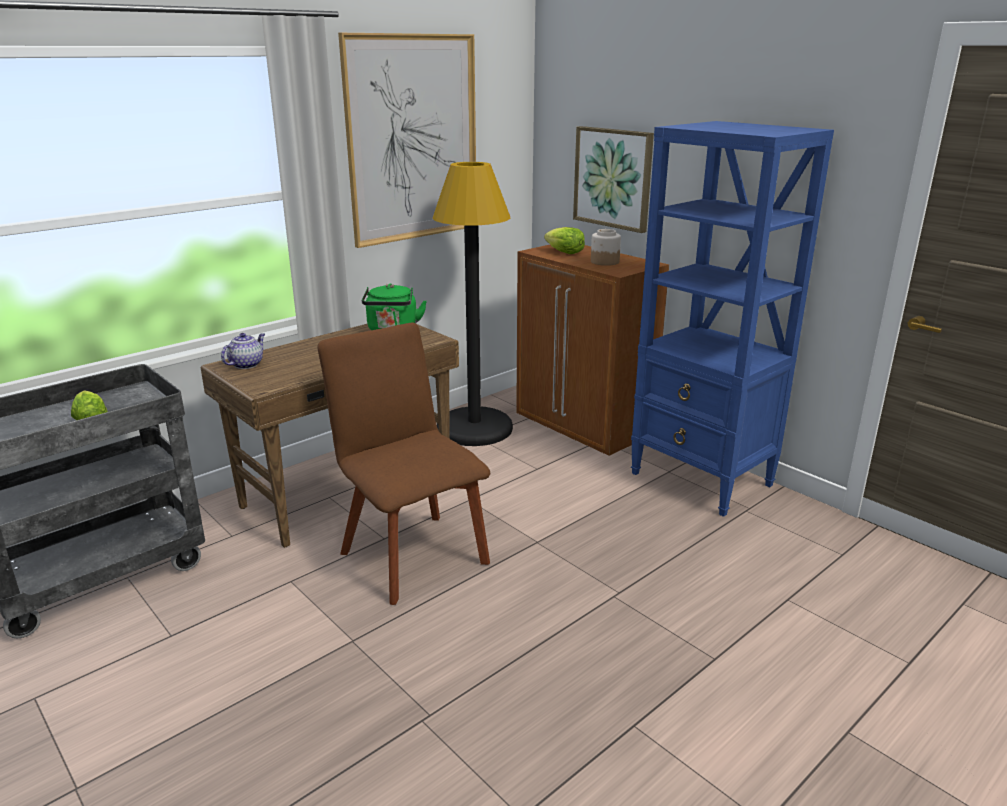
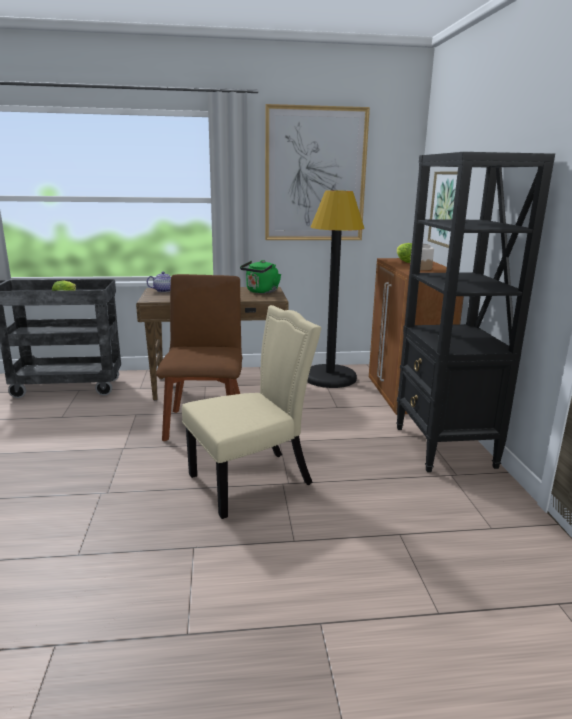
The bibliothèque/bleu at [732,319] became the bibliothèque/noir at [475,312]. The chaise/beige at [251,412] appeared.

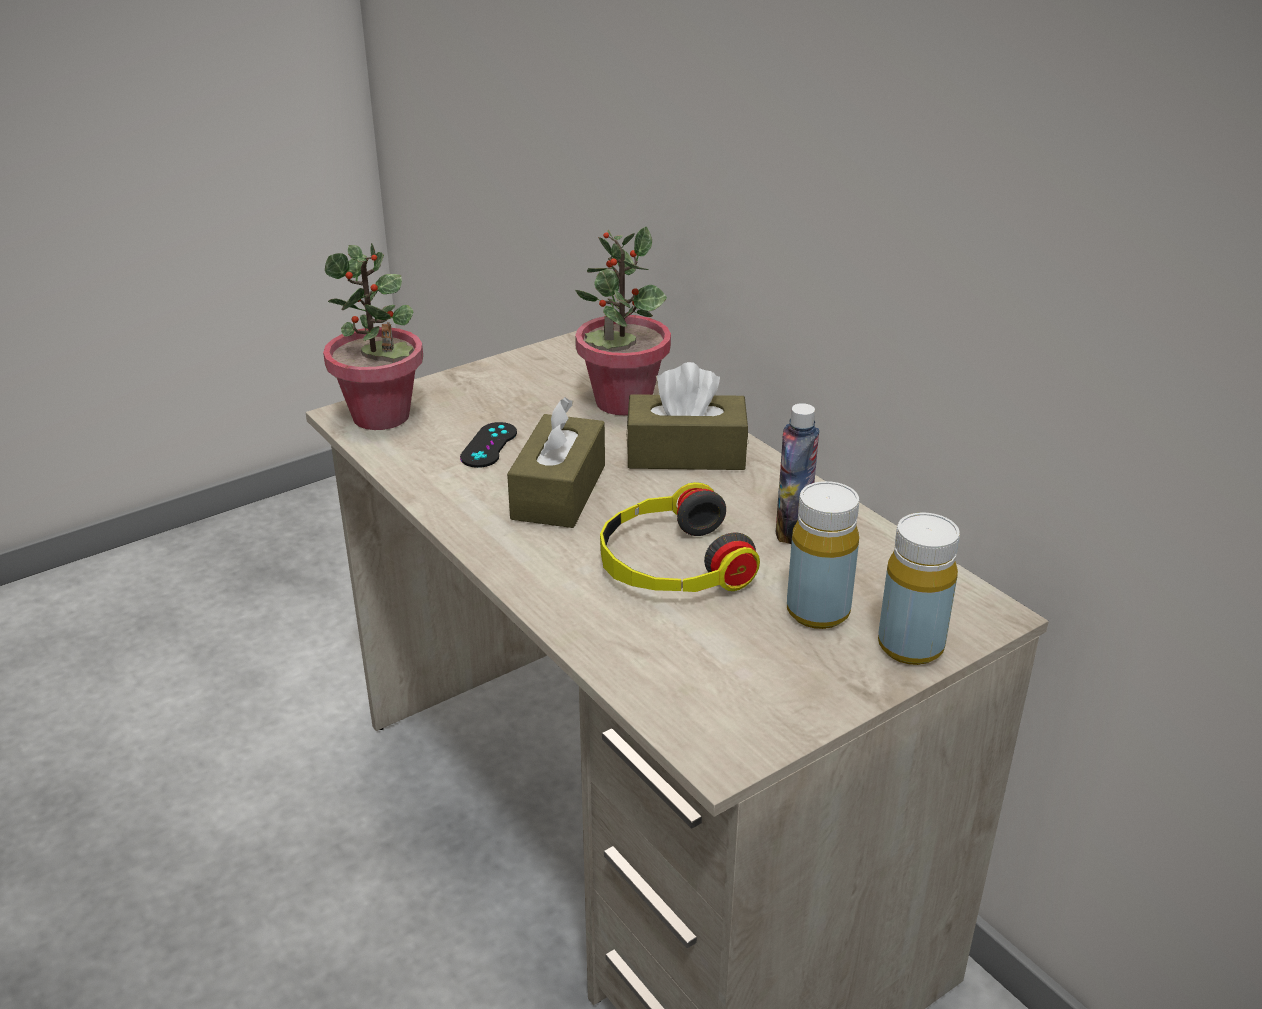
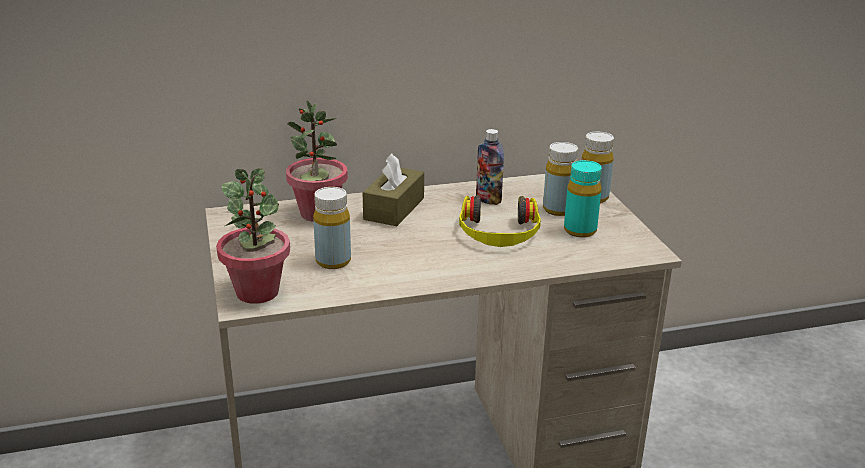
The manette/noir at [488,445] was replaced by the bouteille/jaune at [332,228]. The boîte à mouchoirs/marron at [556,462] disappeared. The bouteille/turquoise at [583,199] appeared.

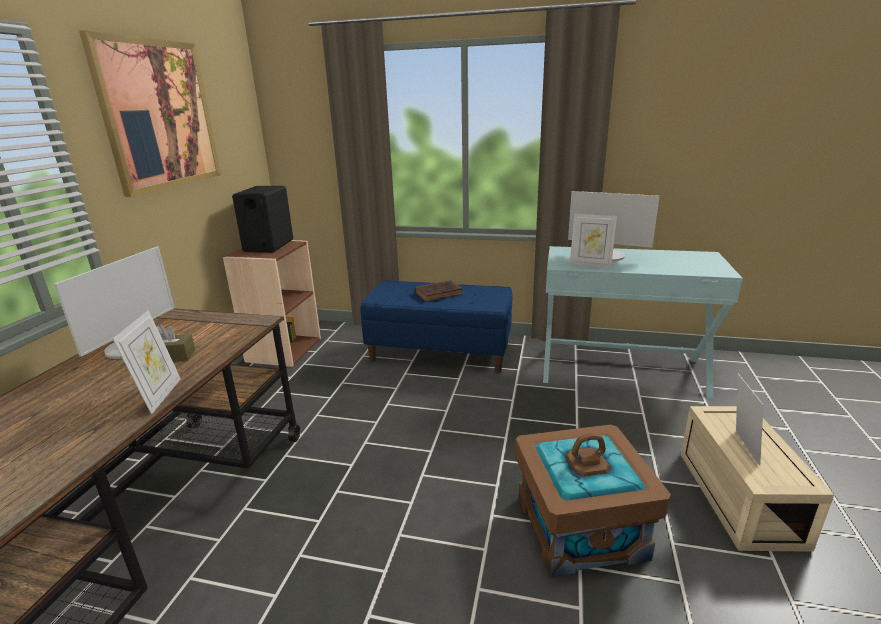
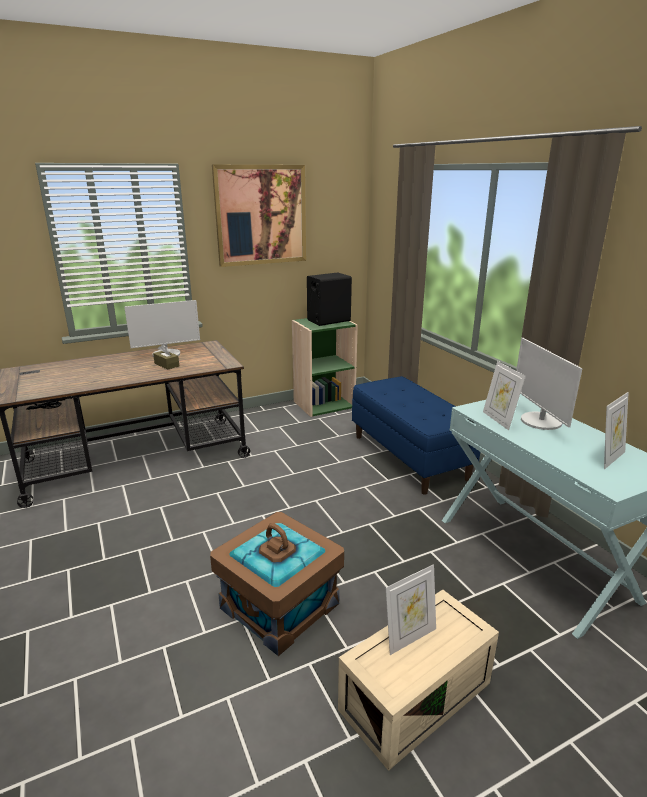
The cadre photo moved from [147,362] to [616,430]. The bibliothèque/marron at [272,303] became the bibliothèque/vert at [325,367]. The livre/marron at [439,291] disappeared.

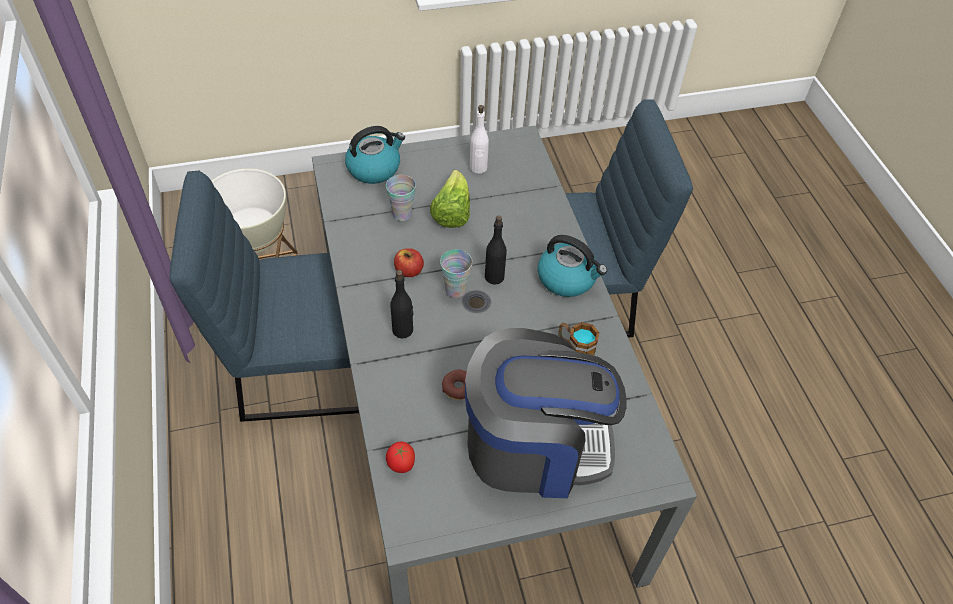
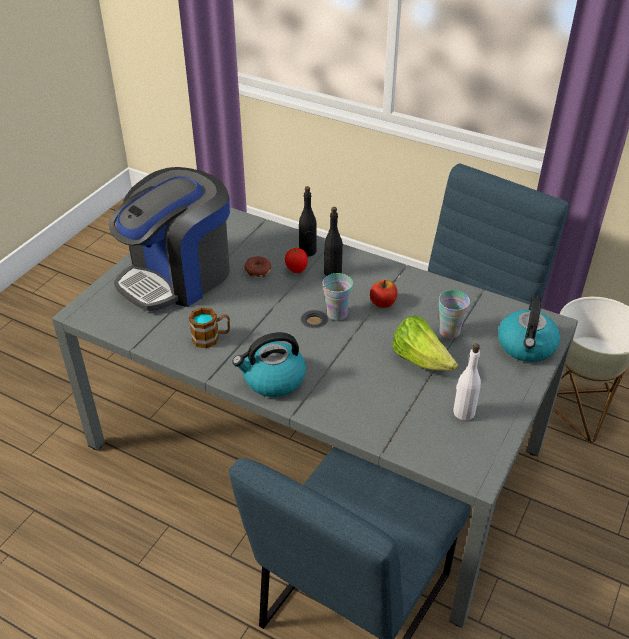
The tomate moved from [400,457] to [296,260]. The bouteille/noir moved from [496,250] to [308,221].

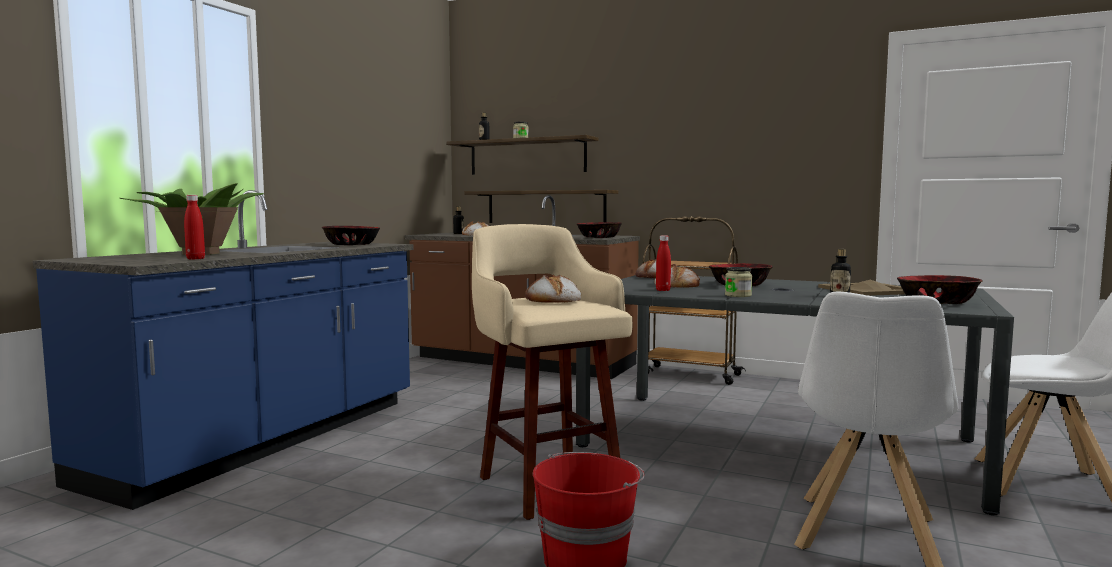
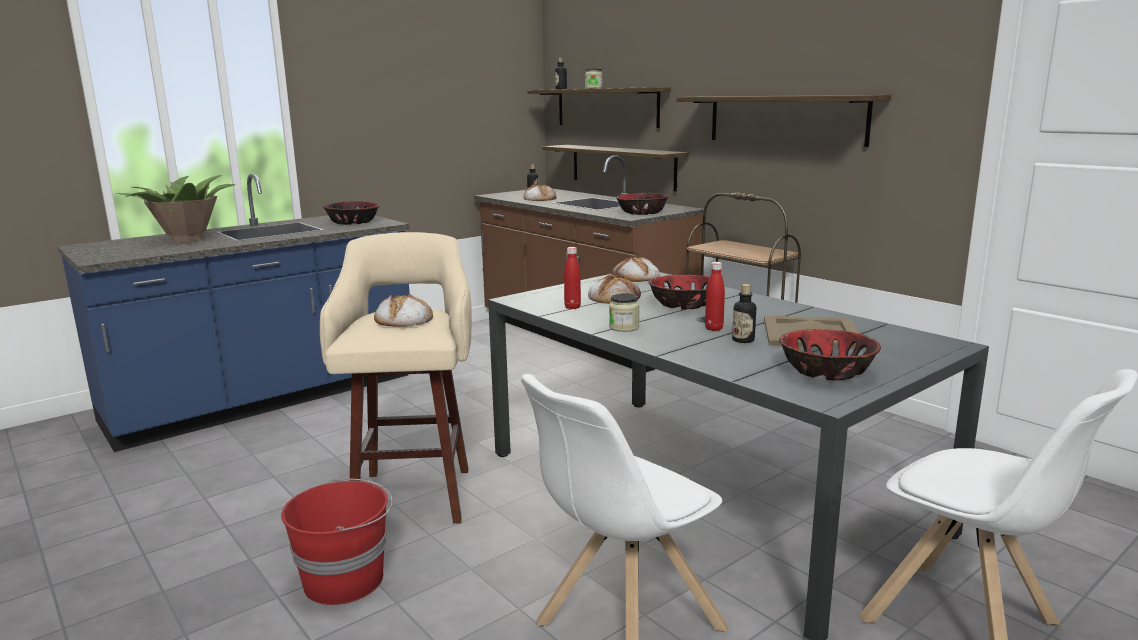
The bouteille/rouge moved from [194,227] to [715,296]. The étagère at [783,121] appeared.

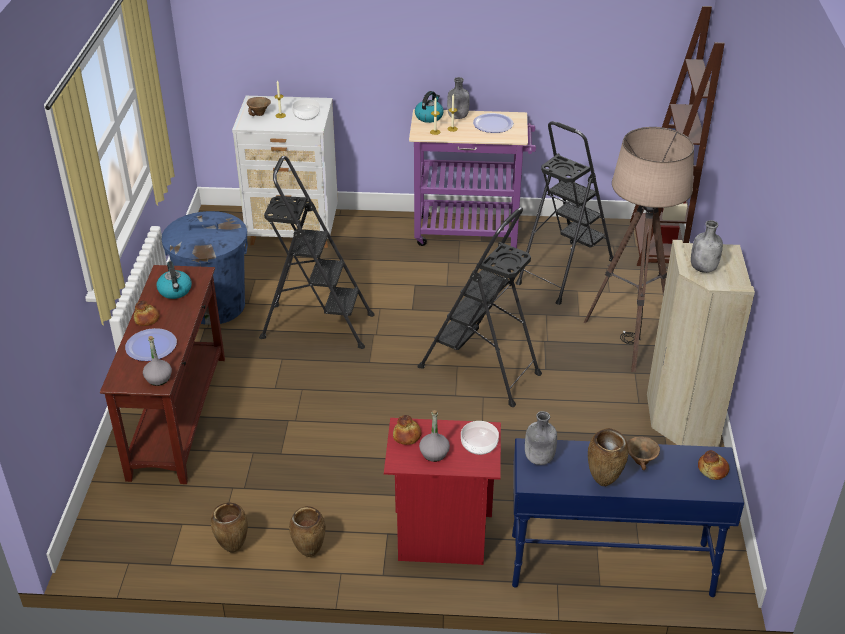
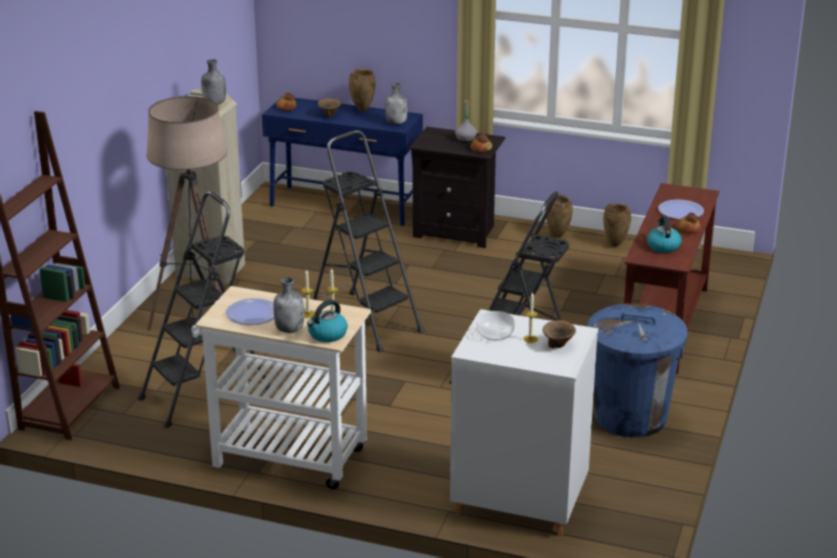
The bouteille/gris at [157,361] disappeared. The table de chevet/rouge at [442,491] became the table de chevet/noir at [457,187]. The chariot/violet at [472,178] became the chariot/blanc at [281,387]. The bol at [480,438] disappeared.

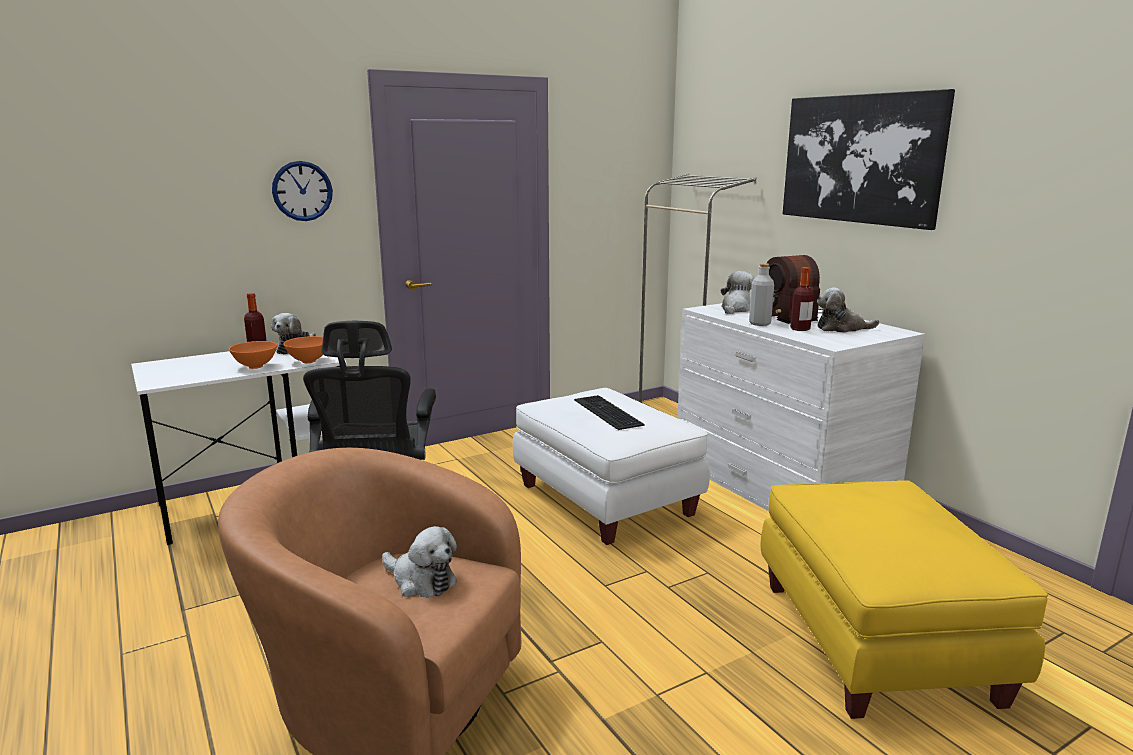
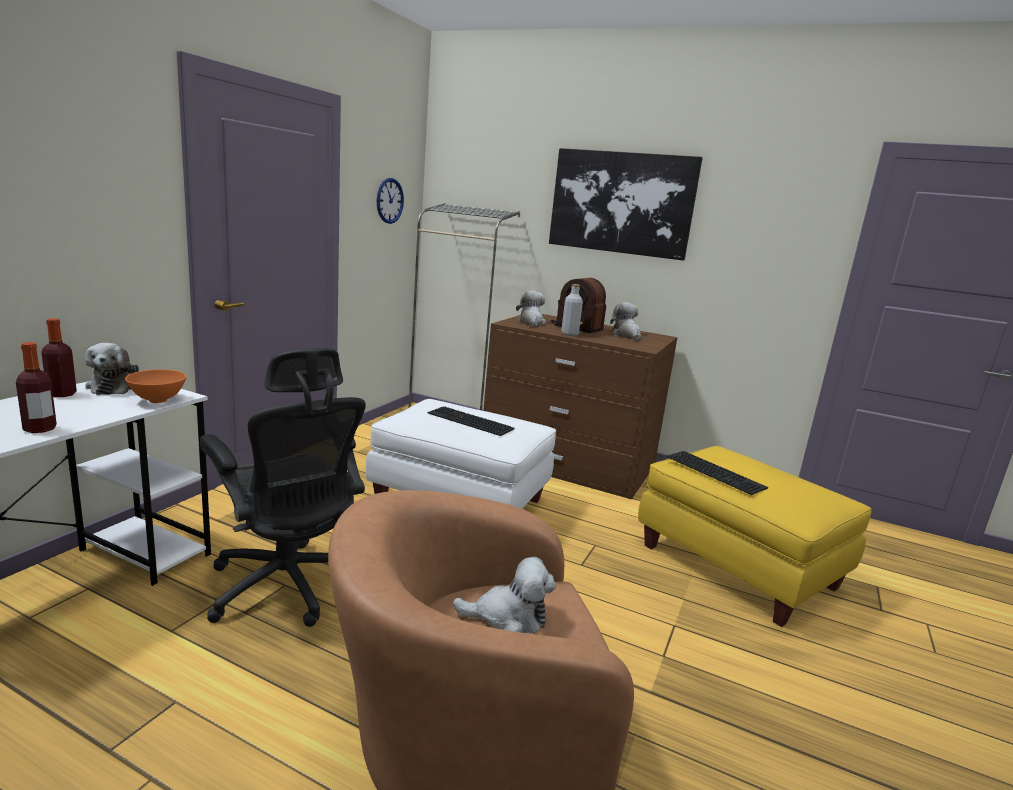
The bol/orange at [253,355] disappeared. The horloge murale moved from [302,191] to [390,201]. The commode/blanc at [801,407] became the commode/marron at [580,406]. The bouteille moved from [802,299] to [36,387]. The peluche at [848,310] turned 105 degrees clockwise. The clavier at [717,473] appeared.

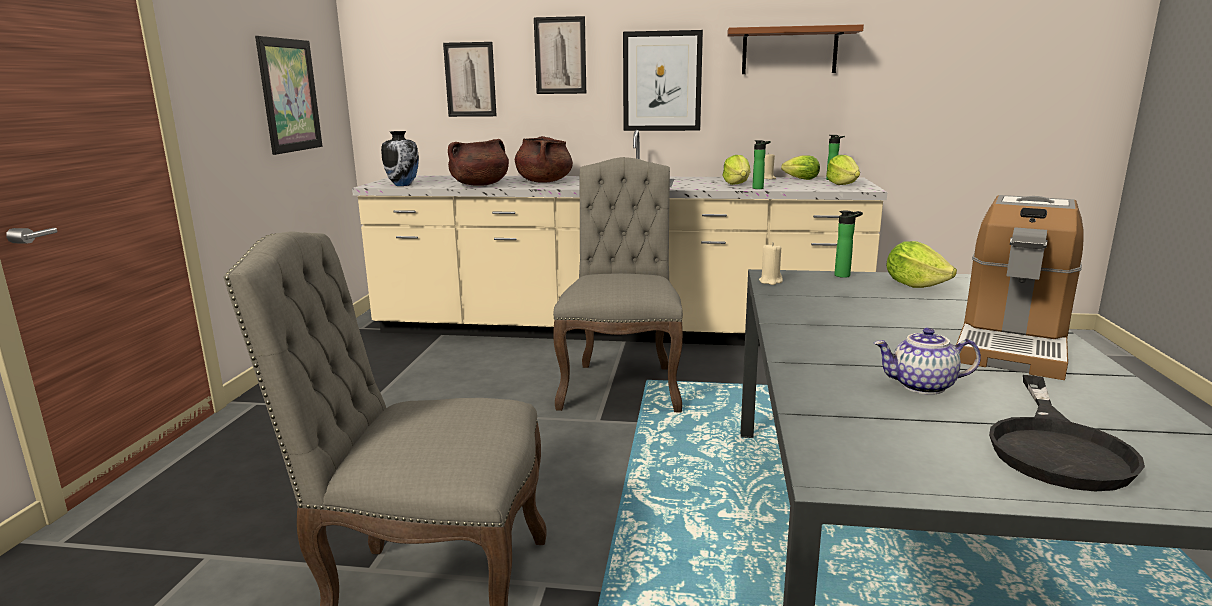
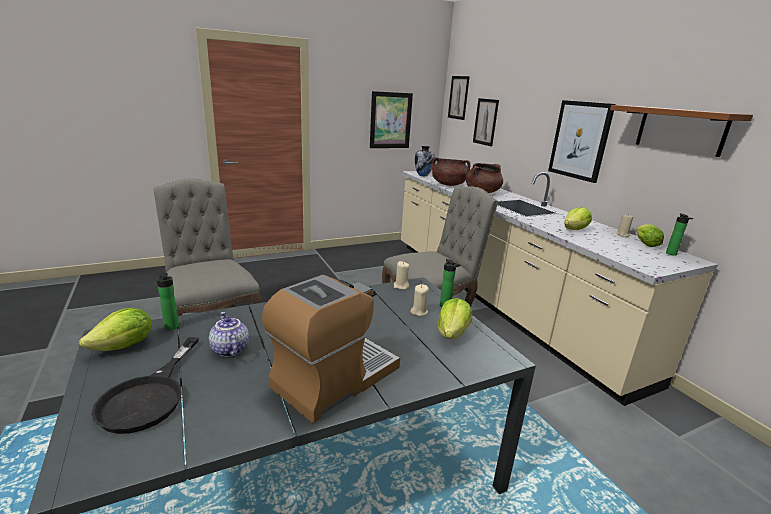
The tableau moved from [560,55] to [459,98]. The bouteille moved from [761,164] to [168,301]. The laitue moved from [843,170] to [115,329]. The machine à café at [1020,287] turned 135 degrees clockwise. The poêle/noir at [1067,433] turned 75 degrees counterclockwise. The bougie/beige at [419,300] appeared.

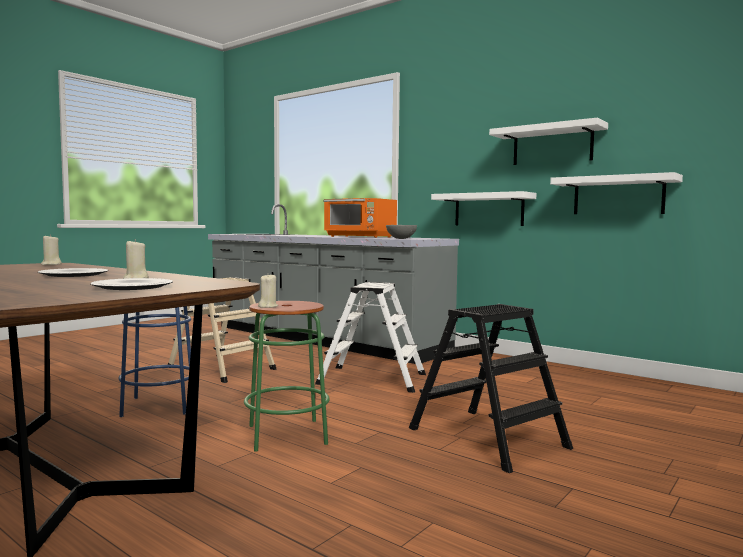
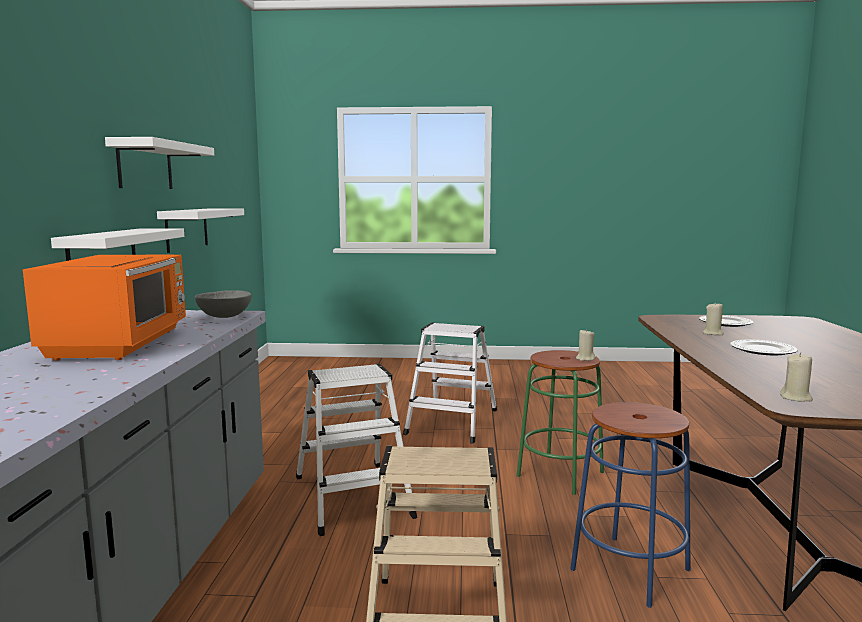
The escabeau/noir at [491,388] became the escabeau/blanc at [450,382].

